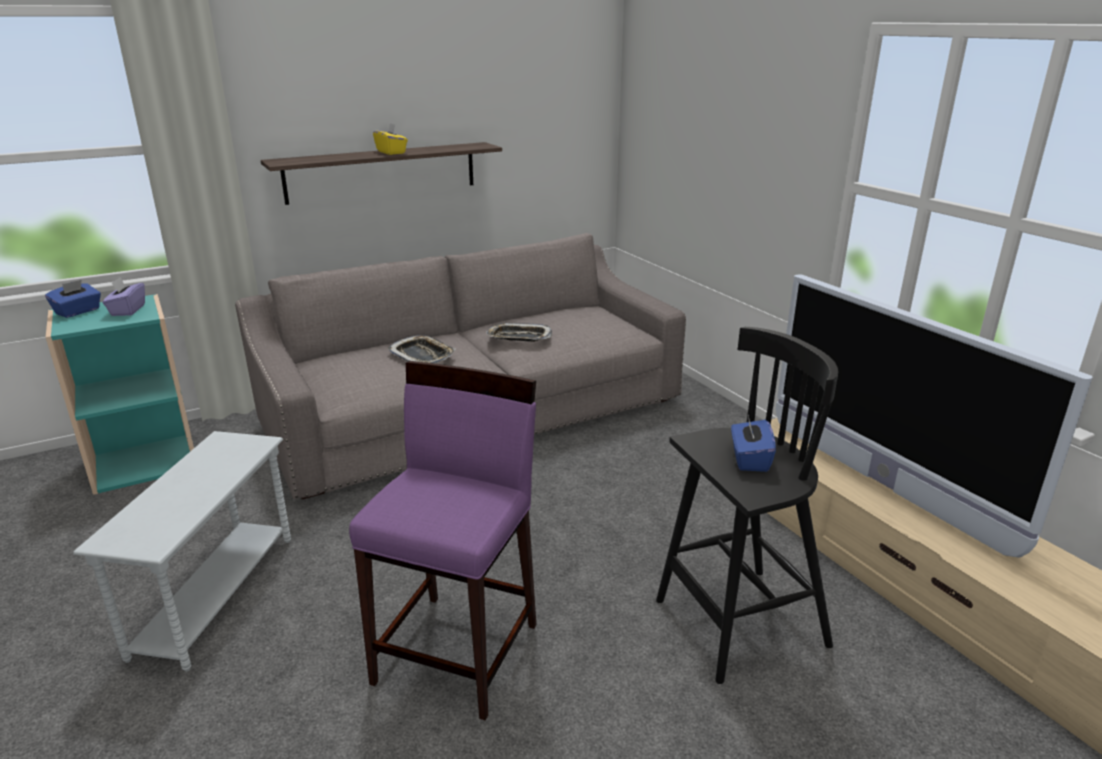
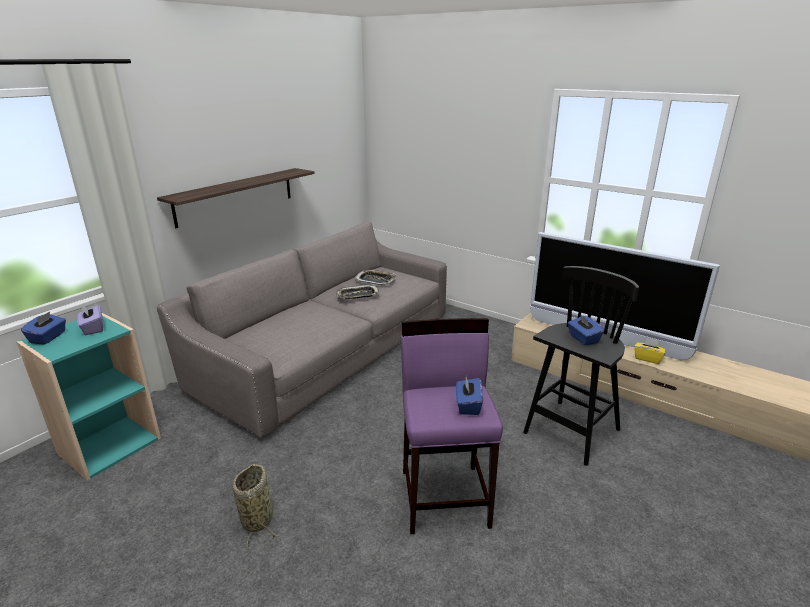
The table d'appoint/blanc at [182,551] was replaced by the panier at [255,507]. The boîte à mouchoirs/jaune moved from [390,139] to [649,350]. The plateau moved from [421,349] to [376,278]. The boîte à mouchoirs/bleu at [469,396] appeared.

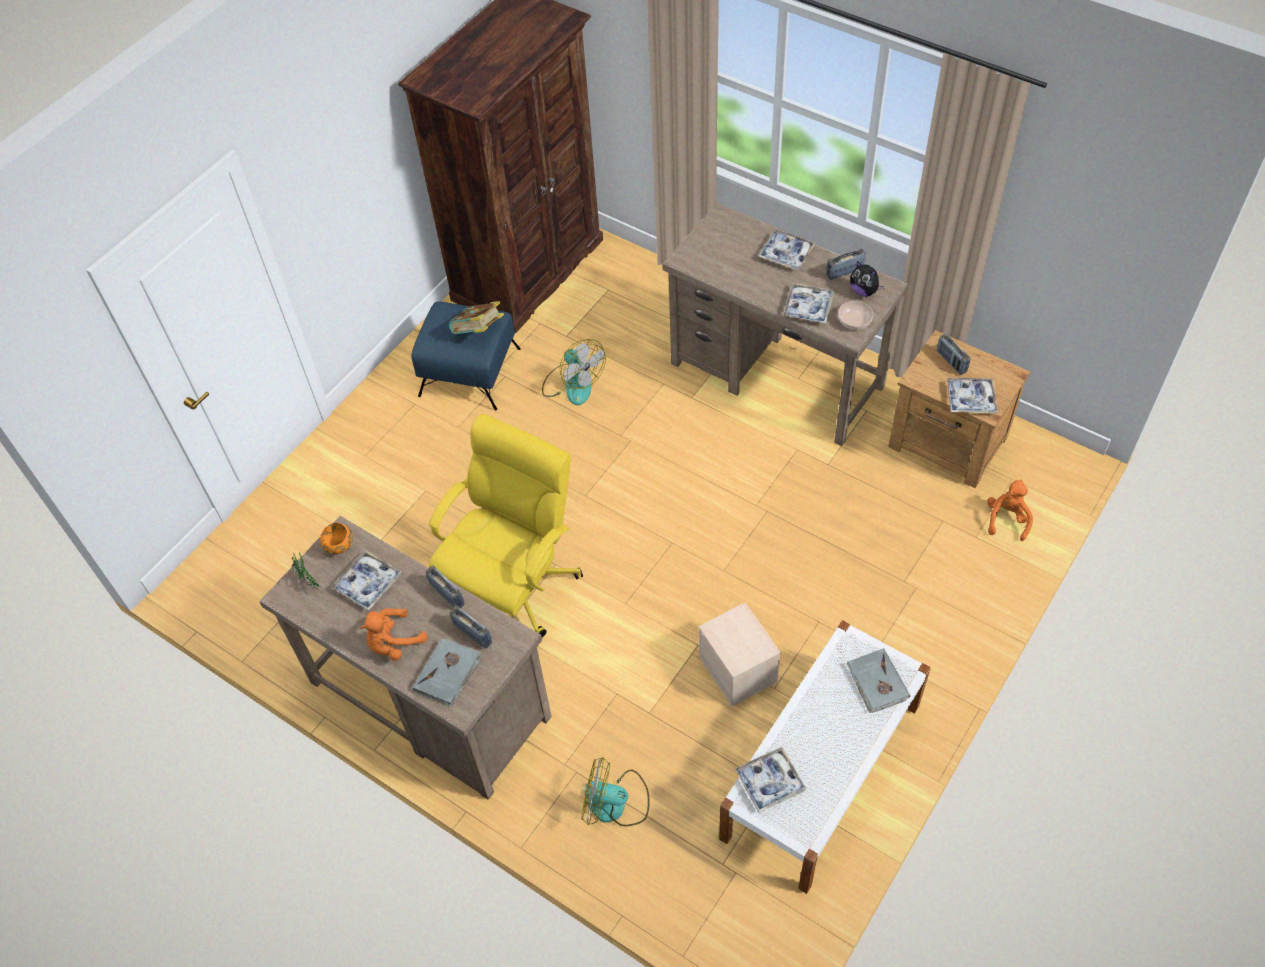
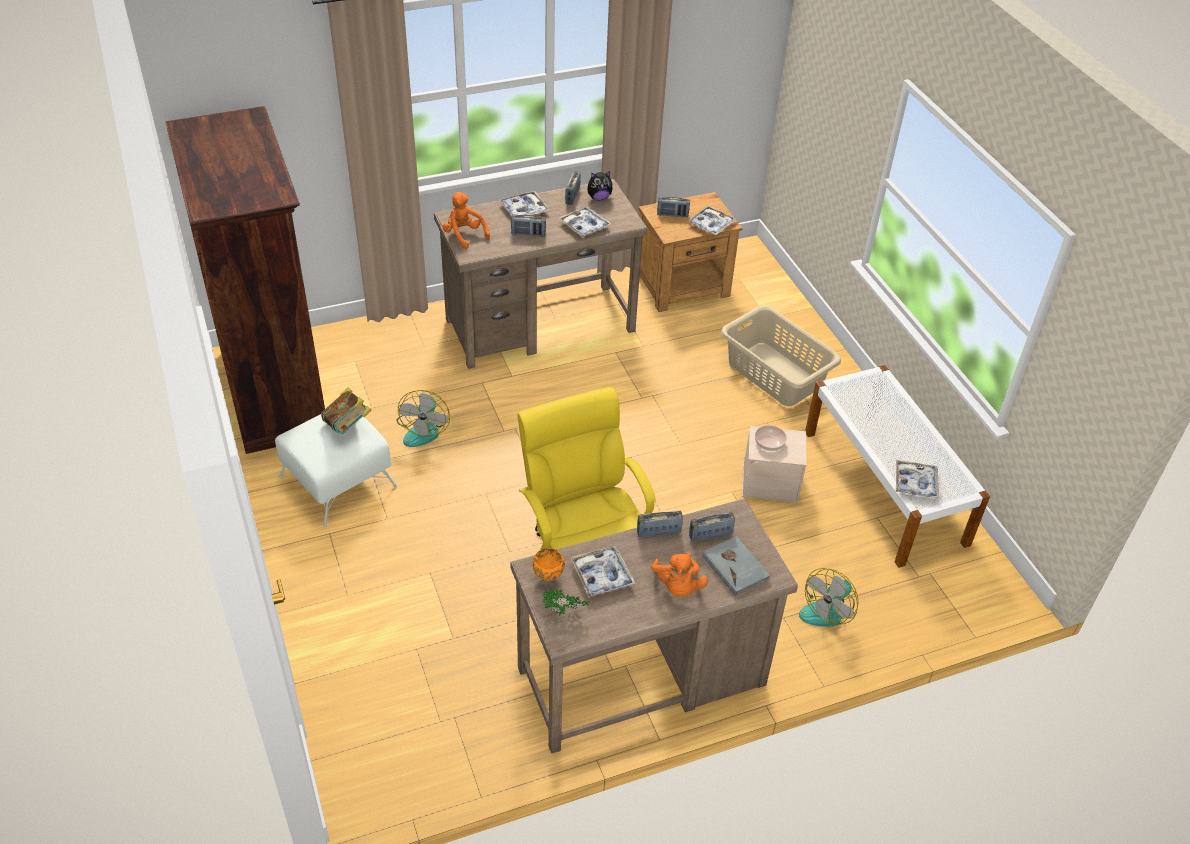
The pouf/bleu at [466,355] became the pouf/blanc at [336,470]. The ventilateur at [574,372] turned 105 degrees clockwise. The bol moved from [855,315] to [771,438]. The livre/gris at [878,680] disappeared. The peluche/orange moved from [1010,510] to [466,220]. The radio at [528,226] appeared. The panier à linge/beige at [781,356] appeared.

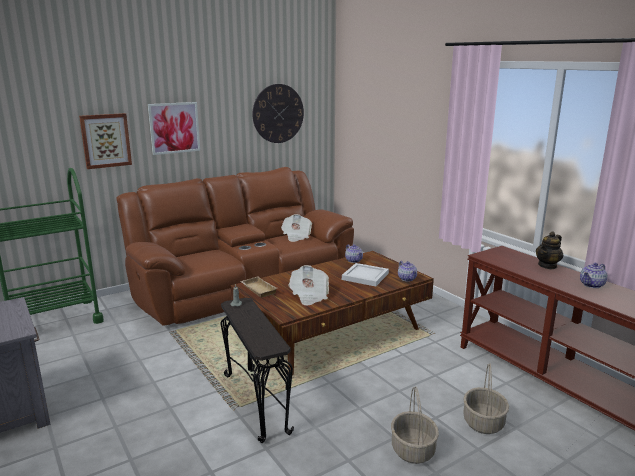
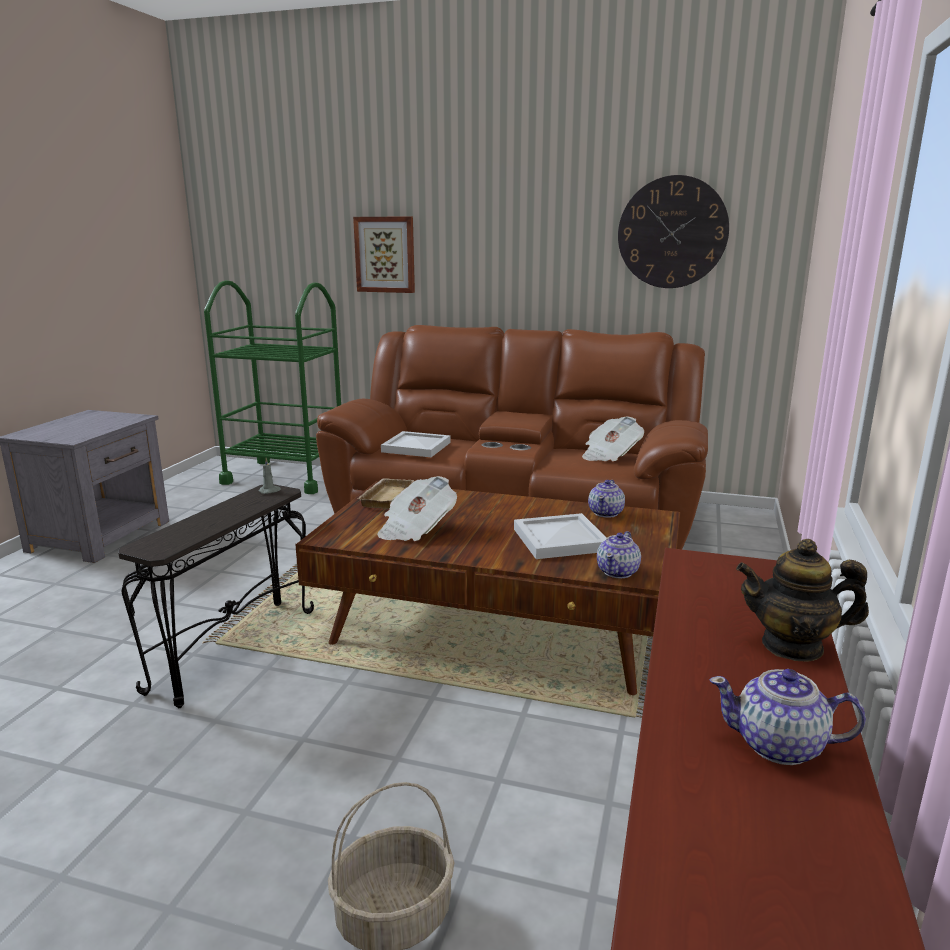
The tableau at [173,128] disappeared. The panier at [415,425] disappeared. The plateau/blanc at [416,444] appeared.

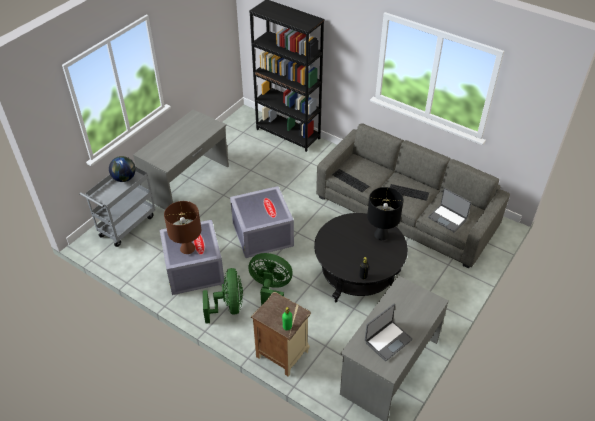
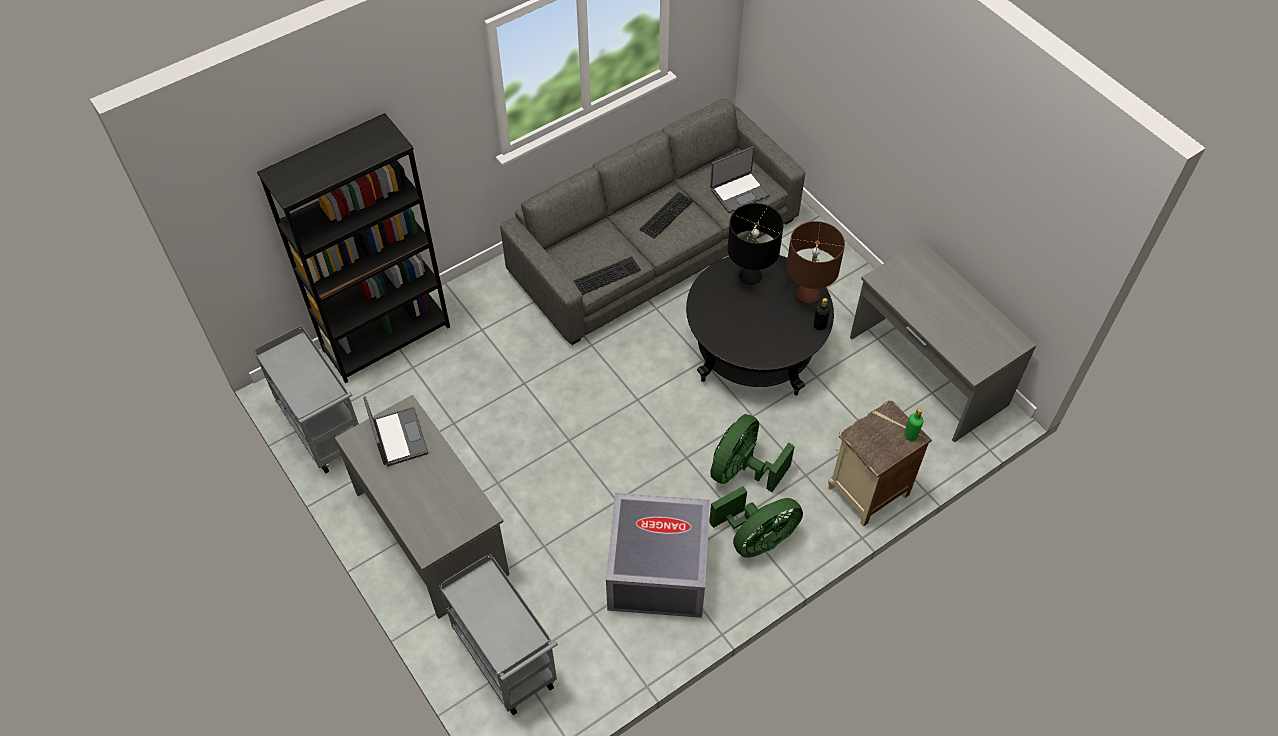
The globe at [122,169] disappeared. The lampe de table/marron moved from [182,227] to [815,262]. The ventilateur/vert at [223,296] turned 135 degrees clockwise. The boîte de rangement/gris at [262,222] disappeared. The ordinateur portable moved from [389,332] to [395,431]. The chariot/gris at [306,399] appeared.

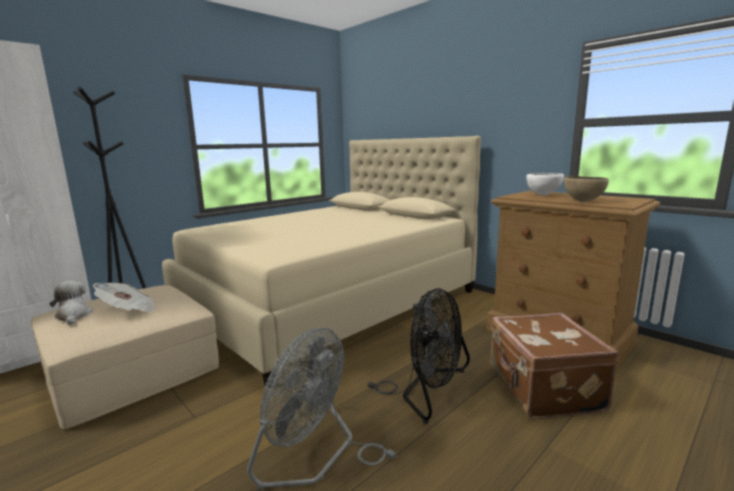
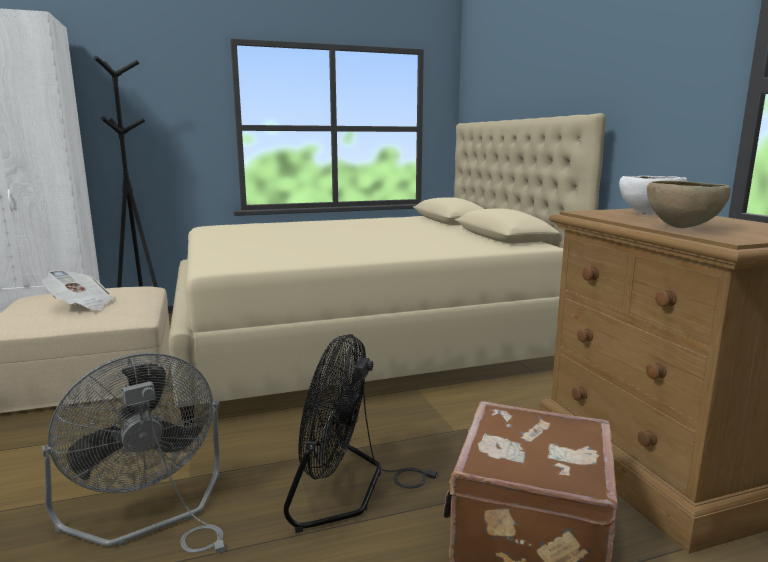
The peluche at [71,303] disappeared. The ventilateur/noir at [418,356] turned 135 degrees clockwise.

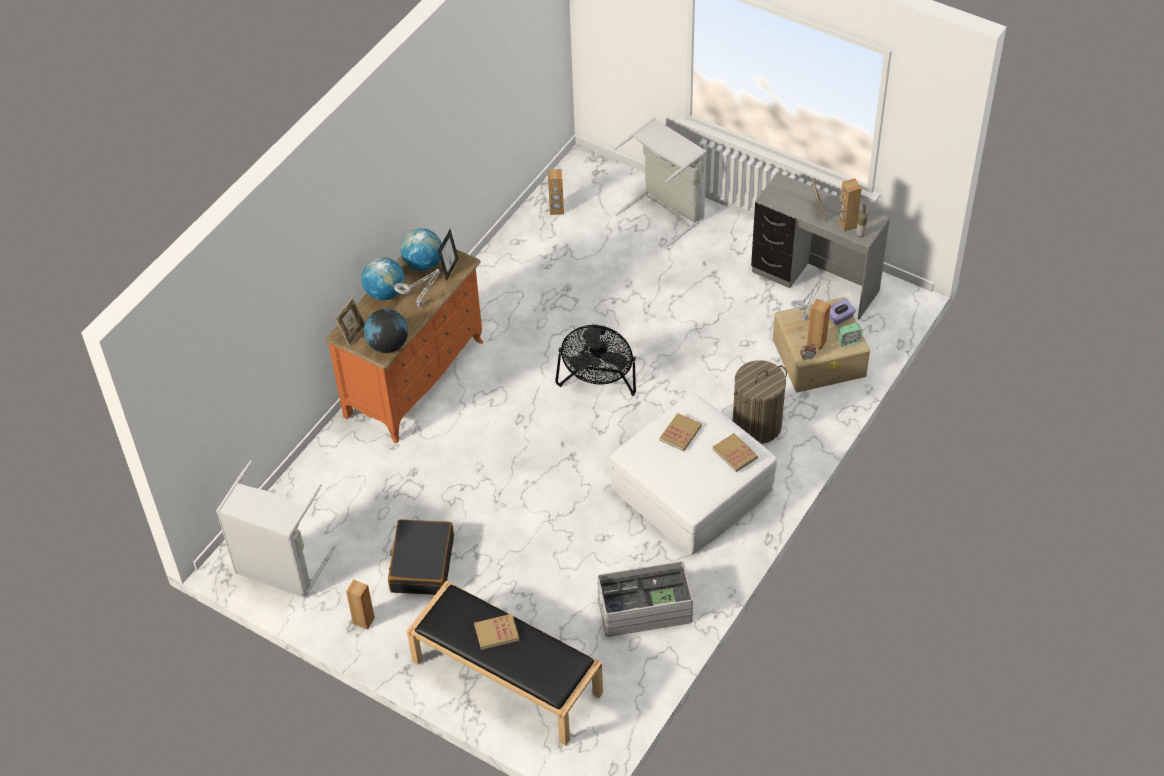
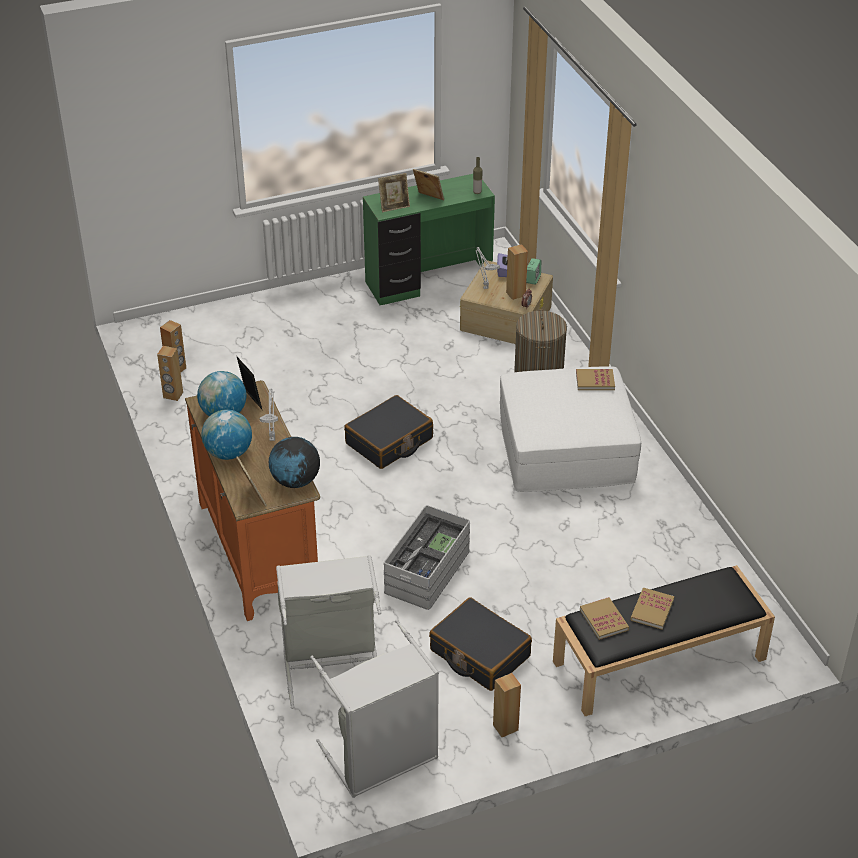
The ventilateur/noir at [595,360] was replaced by the valise/noir at [388,432]. The boîte de rangement/gris moved from [645,599] to [427,557]. The panier à linge/gris moved from [660,183] to [328,632]. The livre moved from [681,432] to [604,618]. The bureau/gris at [820,246] became the bureau/vert at [429,240]. The enceinte/marron moved from [850,204] to [170,373]. The cadre photo at [394,192] appeared.

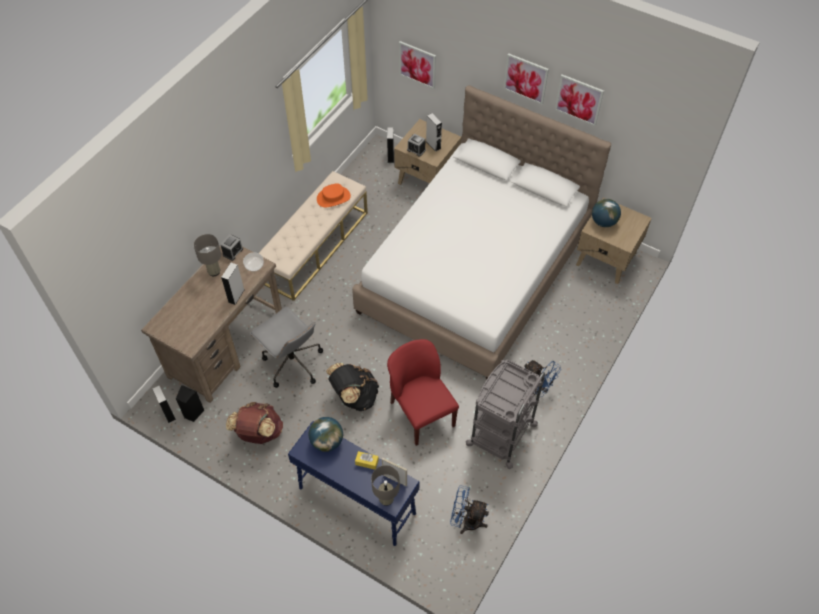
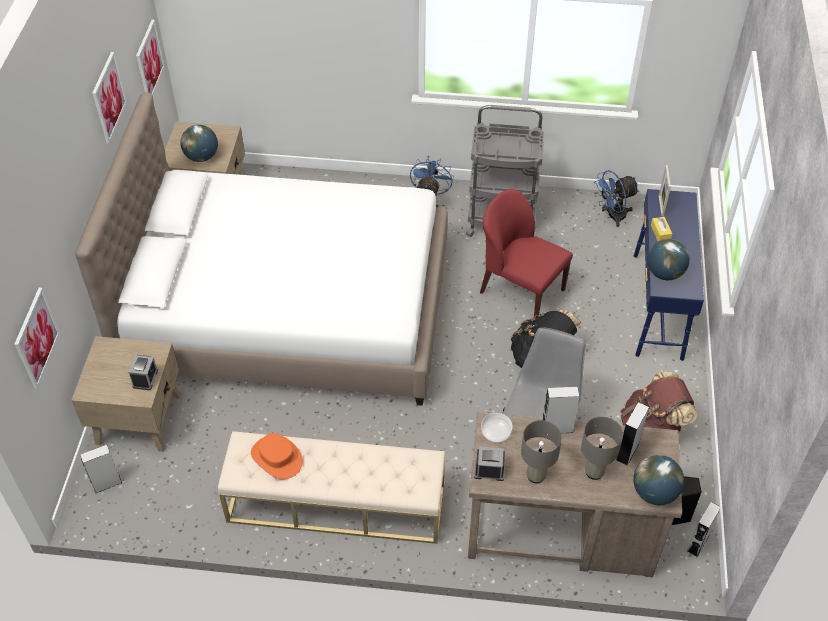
The lampe de table/gris moved from [385,485] to [602,448]. The chaise/rouge at [423,392] turned 90 degrees clockwise. The enceinte/gris moved from [434,132] to [632,434]. The ventilateur/bleu at [469,509] turned 75 degrees clockwise. The tableau moved from [526,79] to [150,58]. The globe at [658,480] appeared.

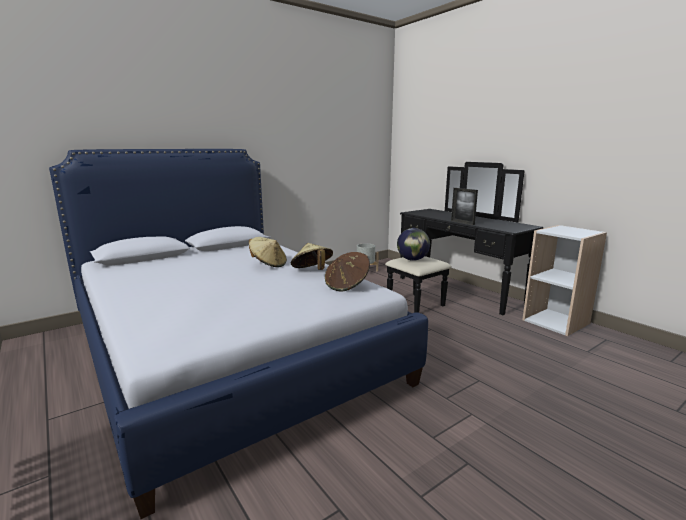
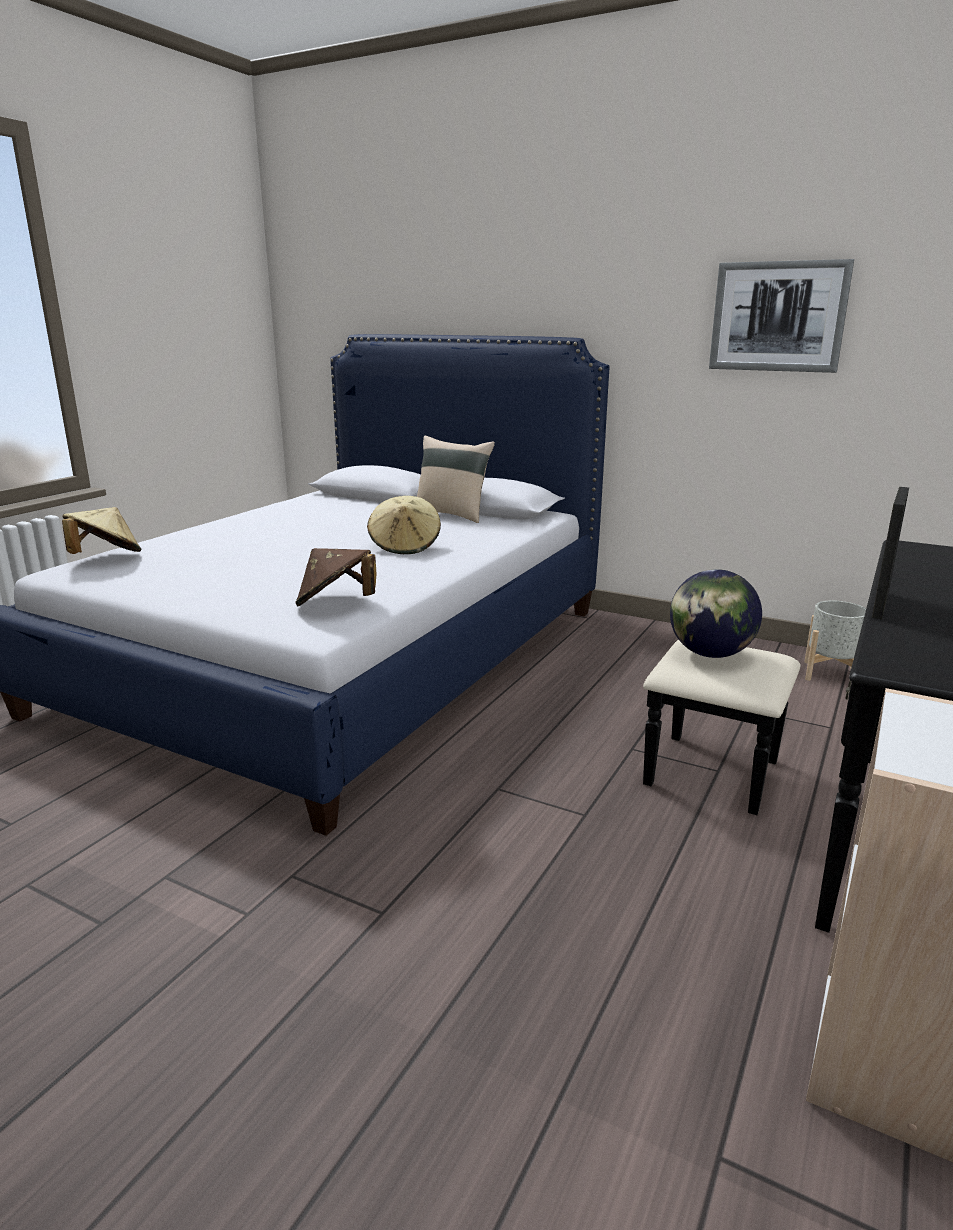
The chapeau/beige moved from [312,256] to [102,530]. The coussin/beige at [456,479] appeared. The tableau at [781,316] appeared.

